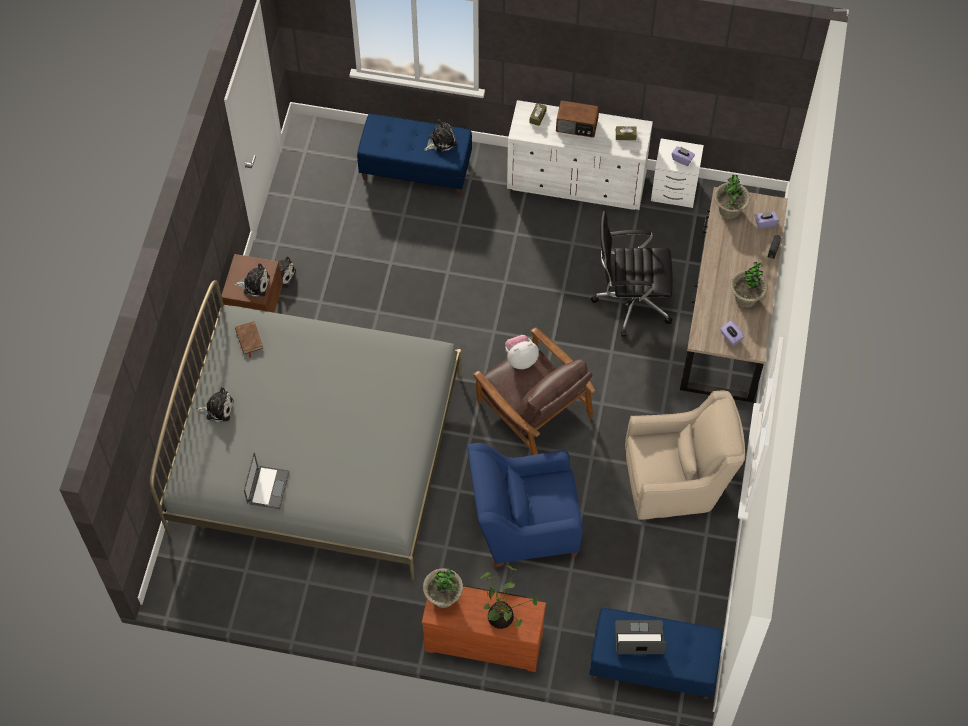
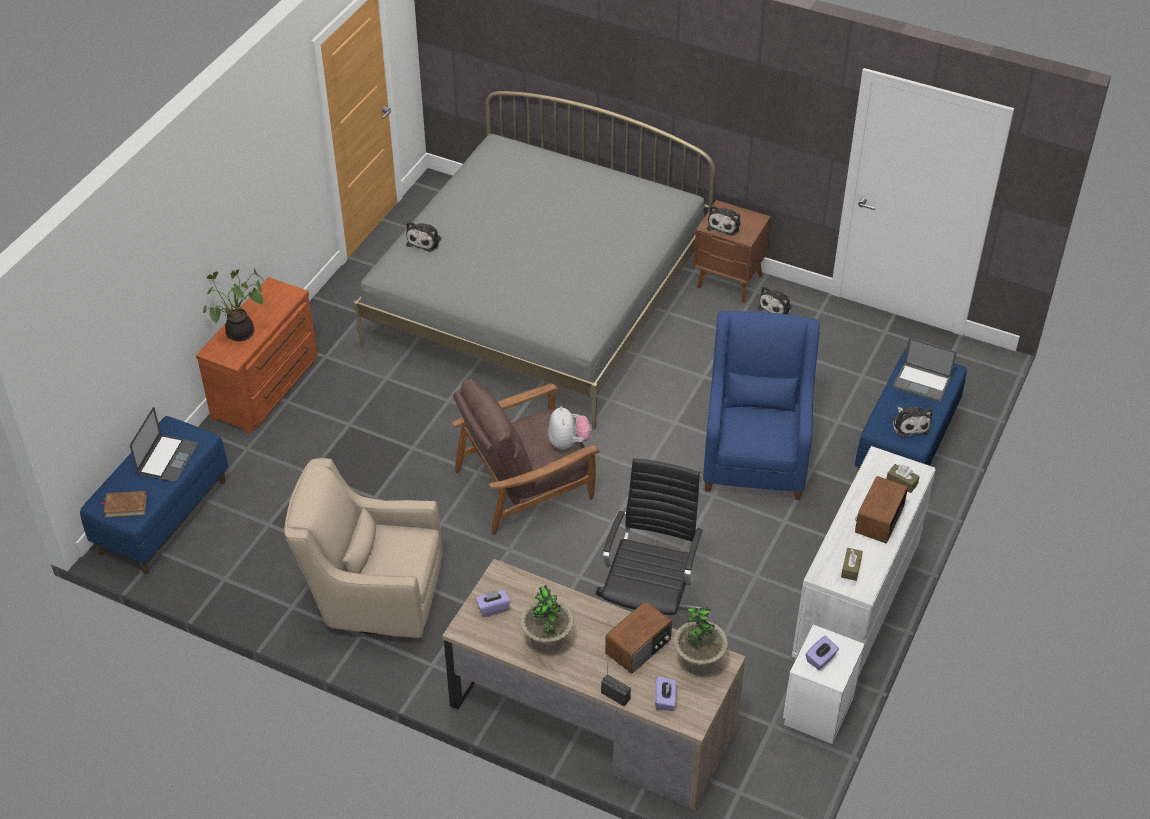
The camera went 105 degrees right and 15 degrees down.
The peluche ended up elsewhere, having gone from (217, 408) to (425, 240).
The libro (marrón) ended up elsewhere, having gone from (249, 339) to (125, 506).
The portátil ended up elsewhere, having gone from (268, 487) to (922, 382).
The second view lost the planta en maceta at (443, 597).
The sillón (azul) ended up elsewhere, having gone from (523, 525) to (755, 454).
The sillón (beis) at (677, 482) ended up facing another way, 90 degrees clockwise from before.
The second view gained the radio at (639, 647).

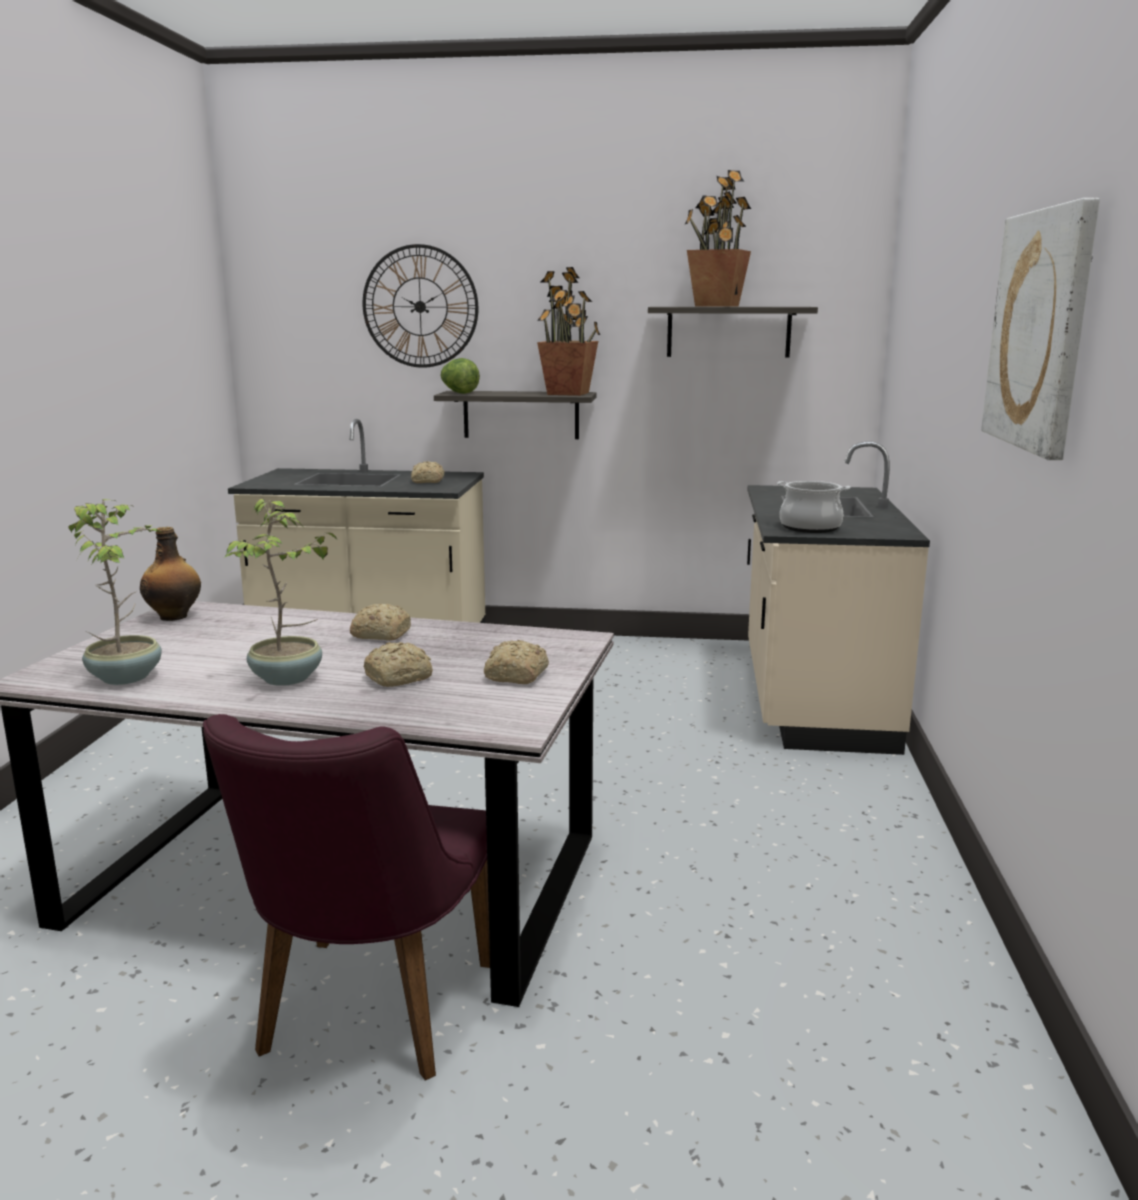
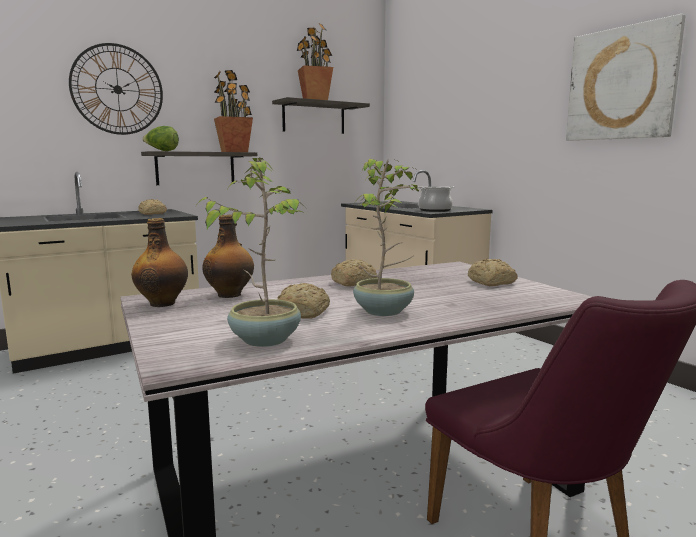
The camera went 40 degrees left and 5 degrees down.
The pan ended up elsewhere, having gone from (400, 677) to (304, 312).
The second view gained the botella at (230, 294).

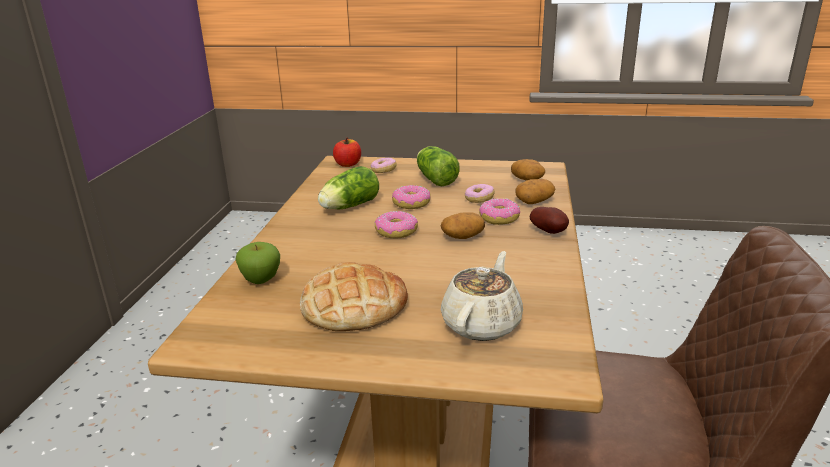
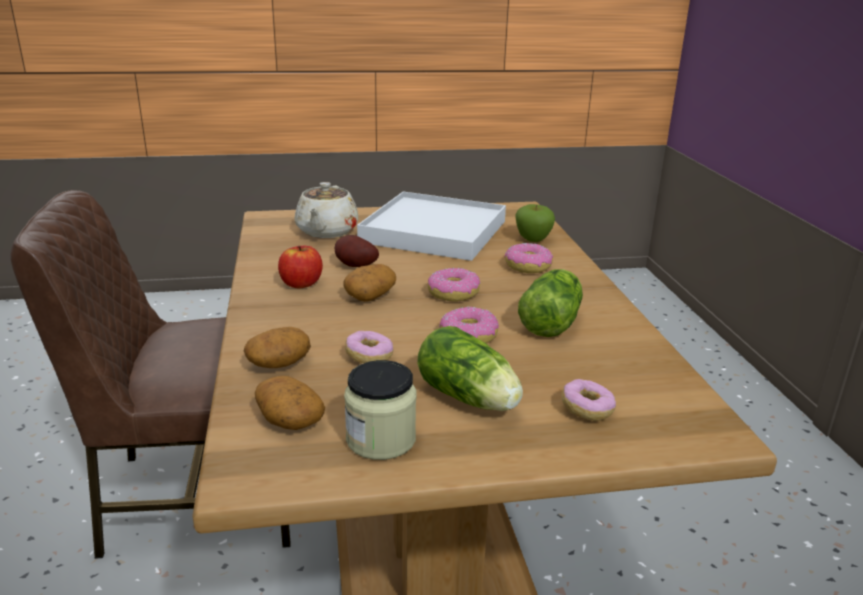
The camera went 160 degrees right and 0 degrees up.
Where the pan stood at (353, 306), the bandeja (blanco) came to stand at (434, 232).
The manzana ended up elsewhere, having gone from (348, 164) to (301, 284).
The rosquilla ended up elsewhere, having gone from (499, 218) to (528, 266).
The patata ended up elsewhere, having gone from (550, 232) to (354, 266).
The second view gained the tarro at (381, 439).

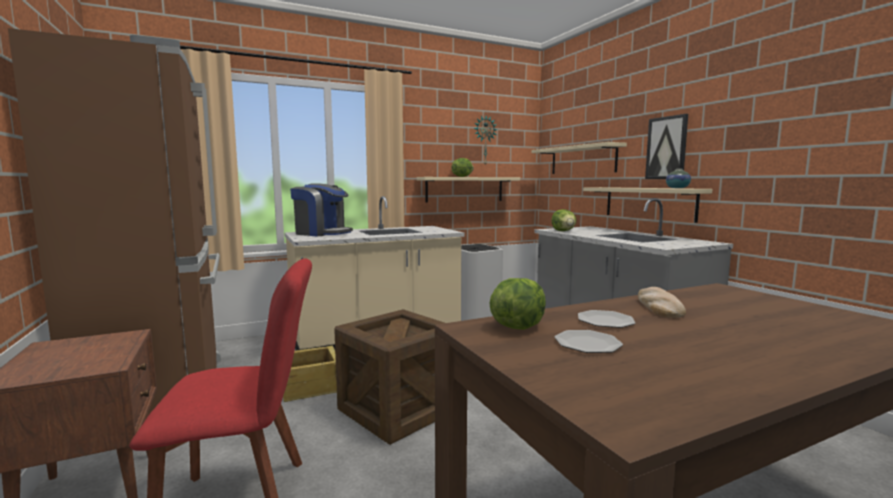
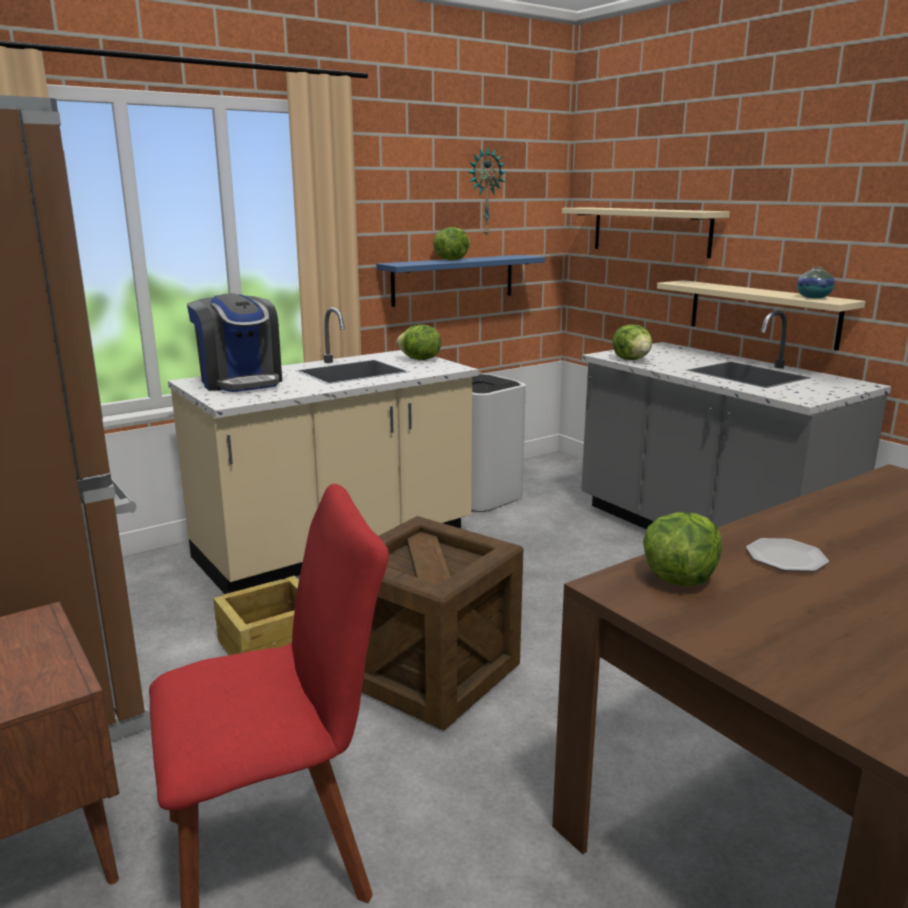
The camera went 10 degrees left and 10 degrees up.
The cafetera at (322, 233) ended up facing another way, 45 degrees clockwise from before.
What was the estante (beis) at (464, 189) turned into the estante (azul) at (453, 279).
The second view lost the plato at (587, 344).
The second view lost the pan at (658, 307).
The second view lost the cuadro at (667, 148).
The second view gained the lechuga at (419, 360).

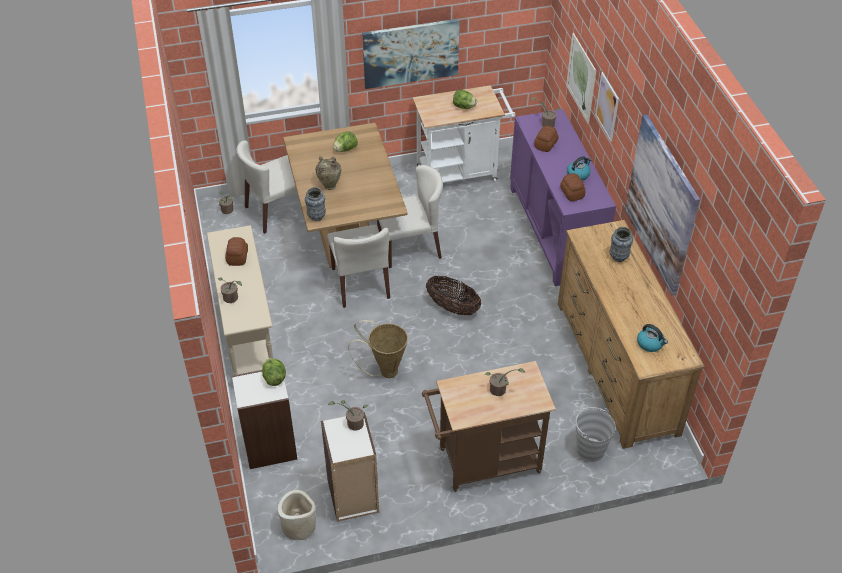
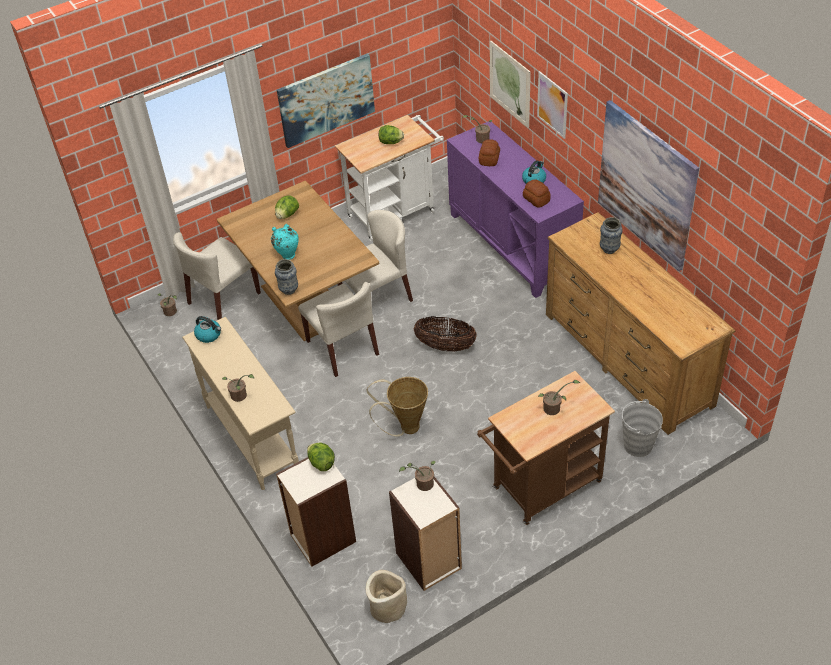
The camera went 15 degrees left and 0 degrees up.
The second view lost the pan at (237, 257).
What was the florero (beis) at (329, 185) turned into the florero (turquesa) at (287, 255).
The hervidor ended up elsewhere, having gone from (650, 344) to (209, 335).

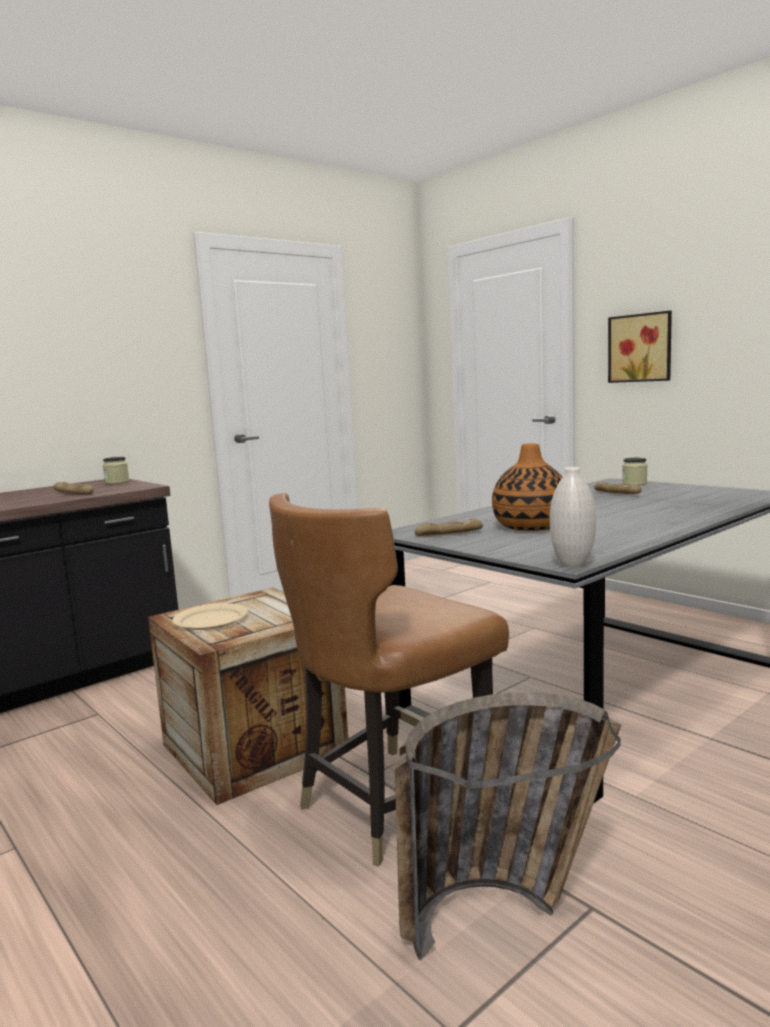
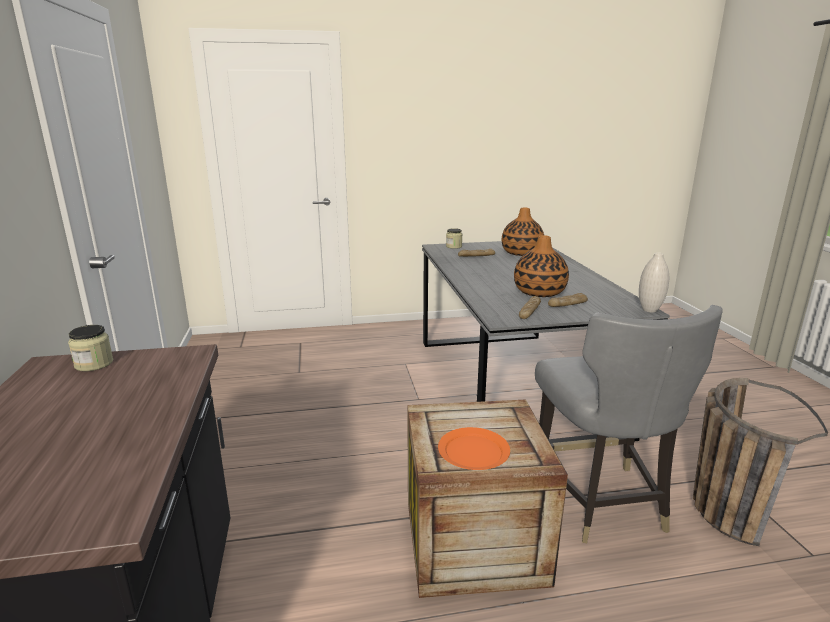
The camera went 60 degrees left and 10 degrees up.
The pan ended up elsewhere, having gone from (74, 493) to (567, 305).
What was the plato (beis) at (210, 620) turned into the plato (naranja) at (473, 452).
What was the silla (marrón) at (392, 803) turned into the silla (gris) at (600, 502).
The second view lost the cuadro at (641, 348).
The second view gained the florero at (521, 253).

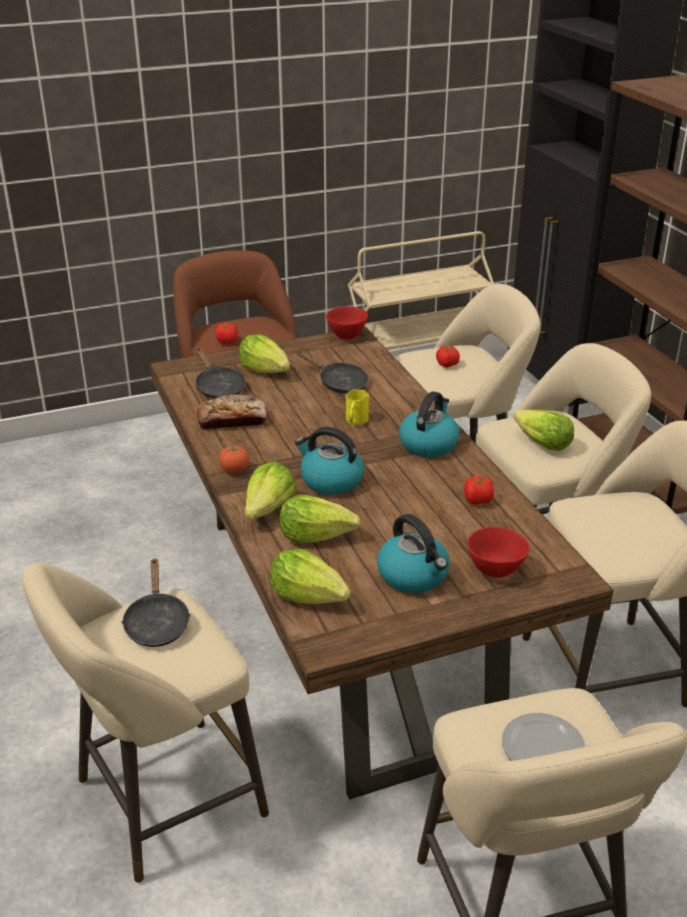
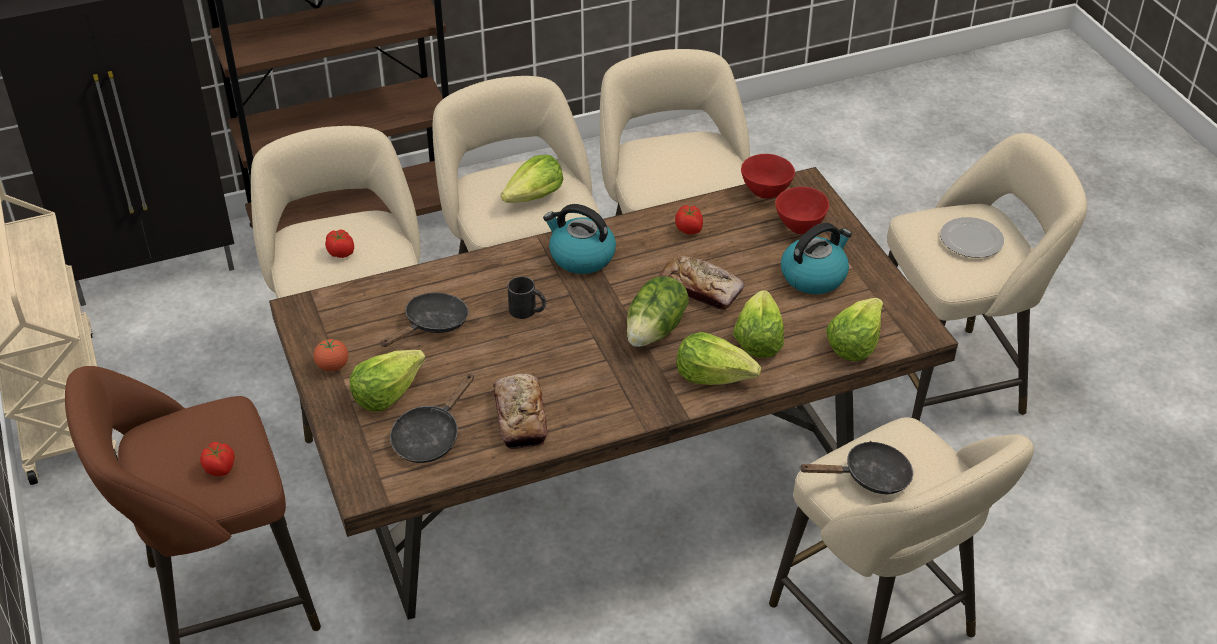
The camera went 90 degrees left and 10 degrees up.
The sartén (negro) at (218, 387) ended up facing another way, 150 degrees clockwise from before.
The tomate ended up elsewhere, having gone from (234, 470) to (332, 366).
Where the hervidor stood at (330, 480), the lechuga came to stand at (656, 330).
The cuenco (rojo) ended up elsewhere, having gone from (347, 336) to (766, 193).
What was the taza grande (amarillo) at (355, 421) turned into the taza grande (negro) at (528, 311).
The second view gained the pan at (701, 289).

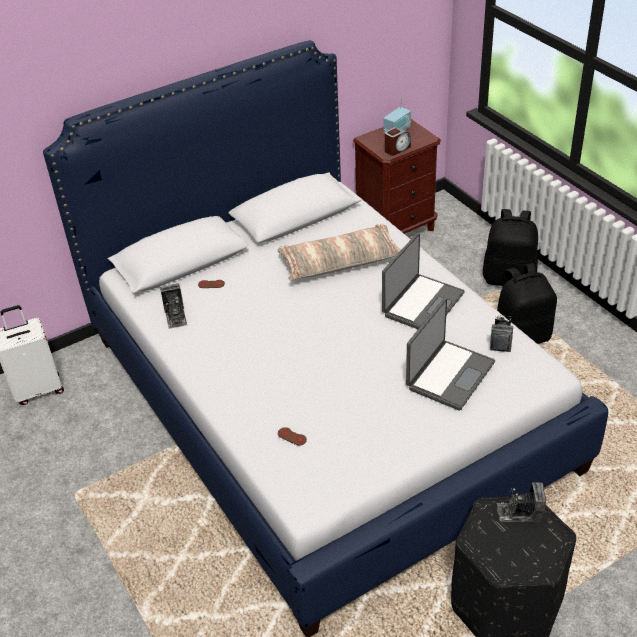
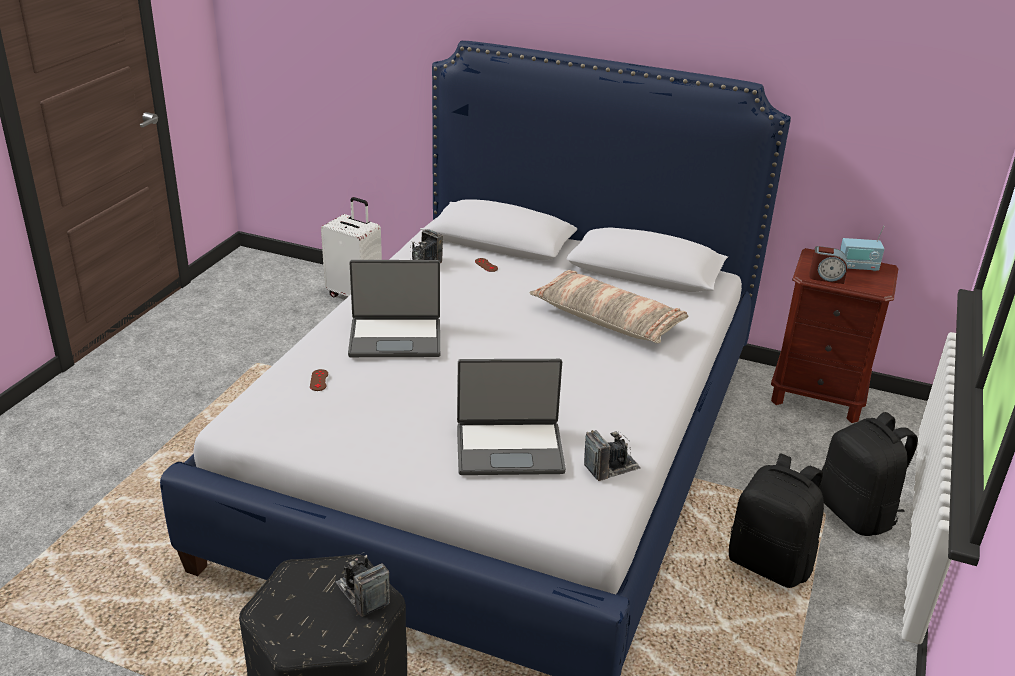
The camera went 50 degrees right and 10 degrees down.
The portátil ended up elsewhere, having gone from (422, 304) to (395, 338).

